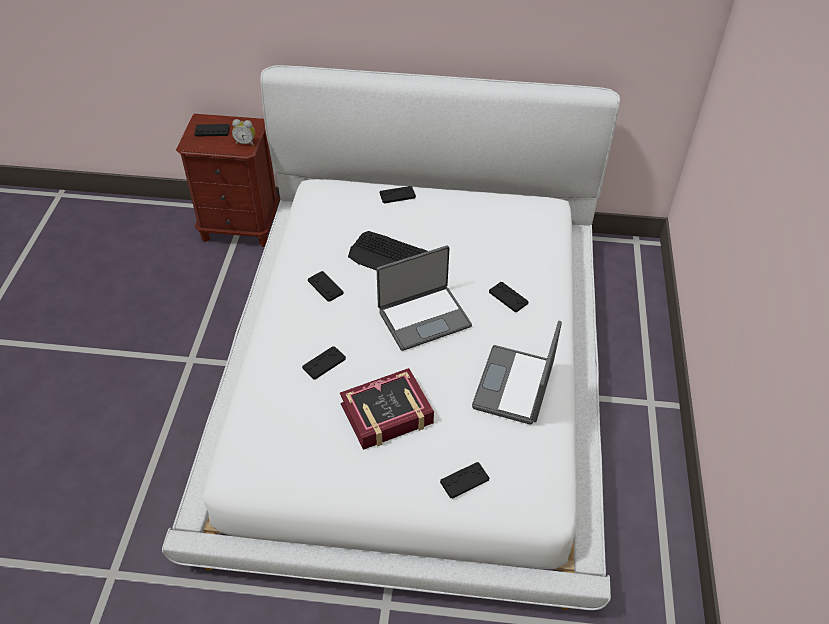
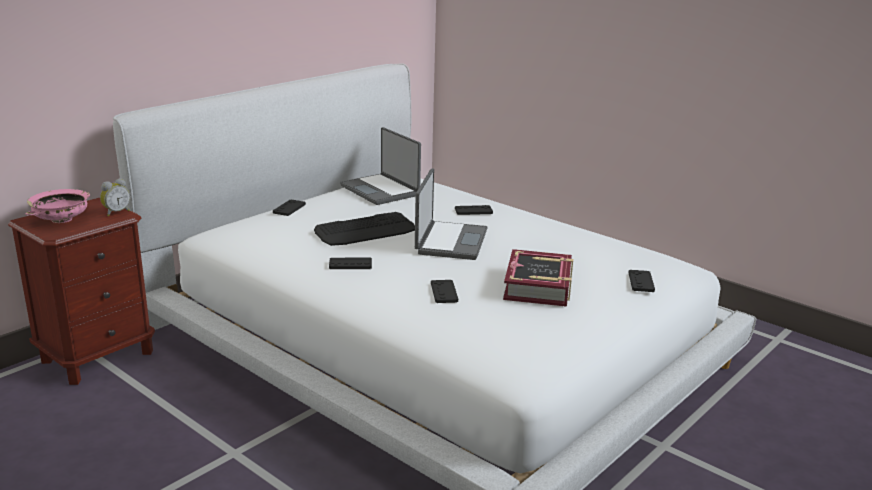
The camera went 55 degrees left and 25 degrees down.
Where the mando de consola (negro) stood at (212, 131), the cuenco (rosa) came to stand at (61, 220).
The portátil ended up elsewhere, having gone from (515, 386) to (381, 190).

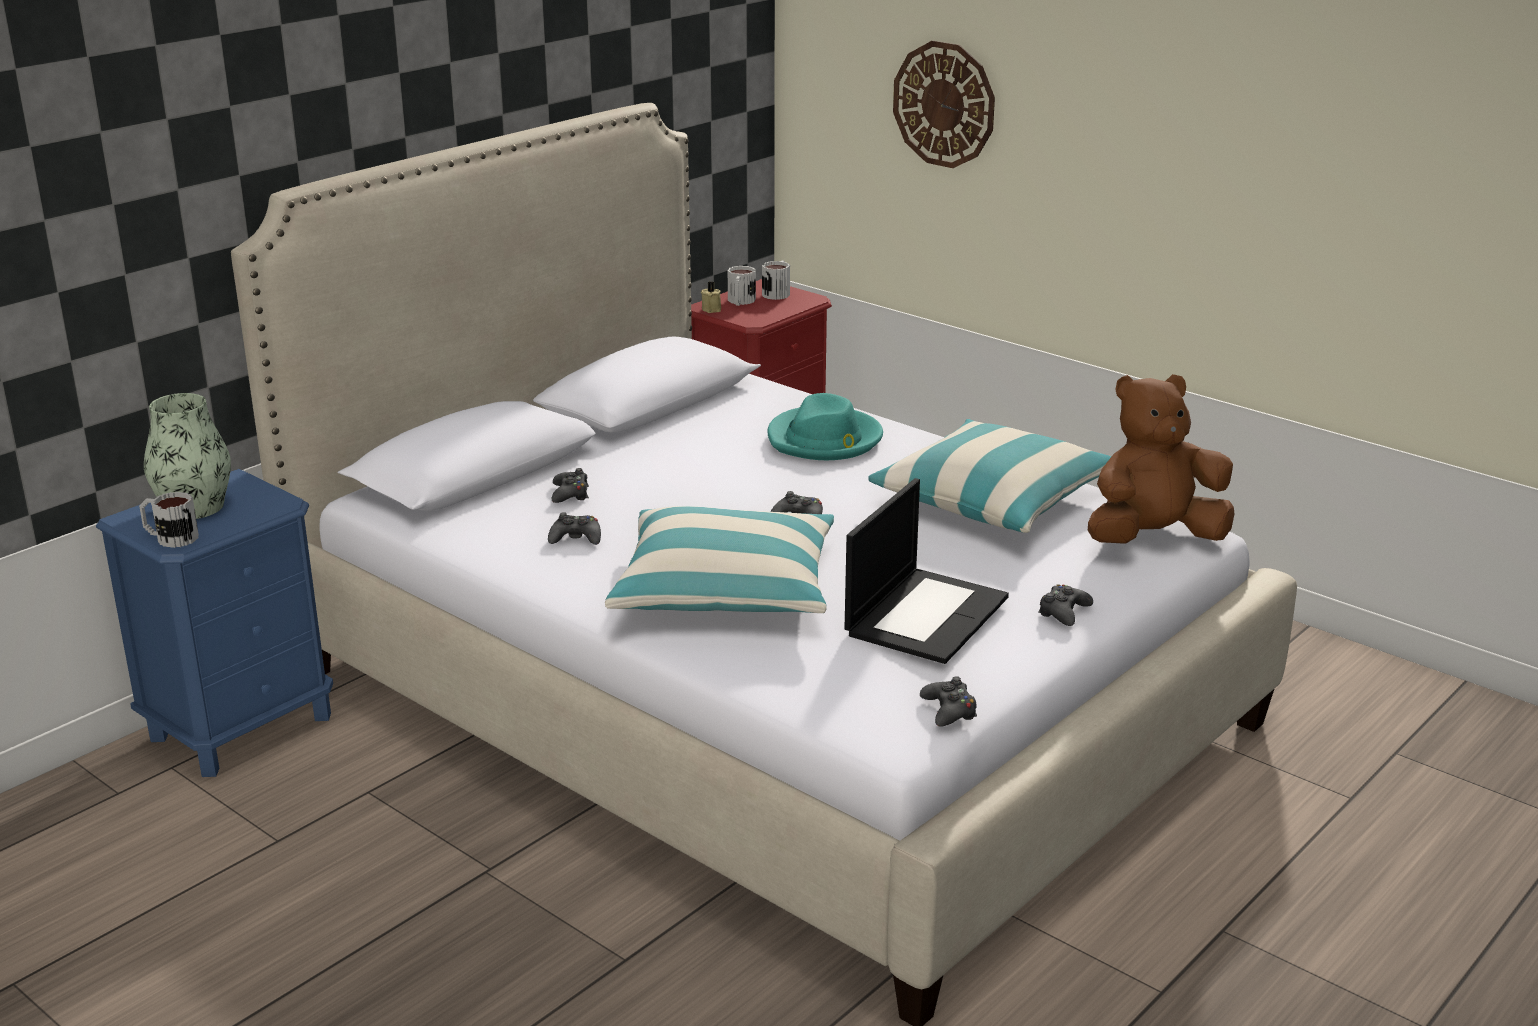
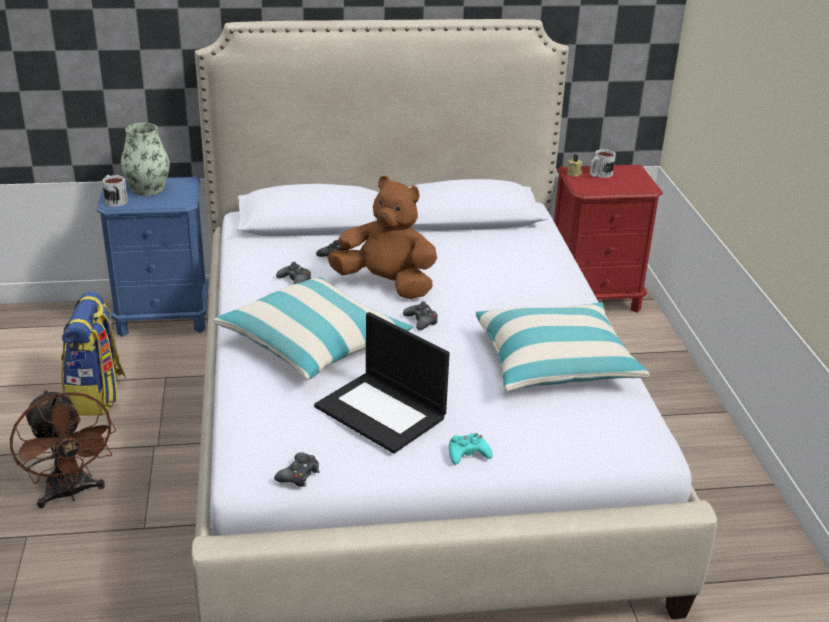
The camera went 40 degrees right and 5 degrees up.
The second view lost the taza grande at (778, 293).
The second view lost the sombrero (turquesa) at (825, 439).
The portátil at (926, 614) ended up facing another way, 60 degrees clockwise from before.
The second view lost the reloj de pared at (944, 104).
What was the mando de consola (negro) at (1063, 612) turned into the mando de consola (turquesa) at (467, 454).
The peluche (marrón) ended up elsewhere, having gone from (1153, 538) to (386, 284).
The second view gained the ventilador (marrón) at (70, 493).
The second view gained the mochila at (97, 396).

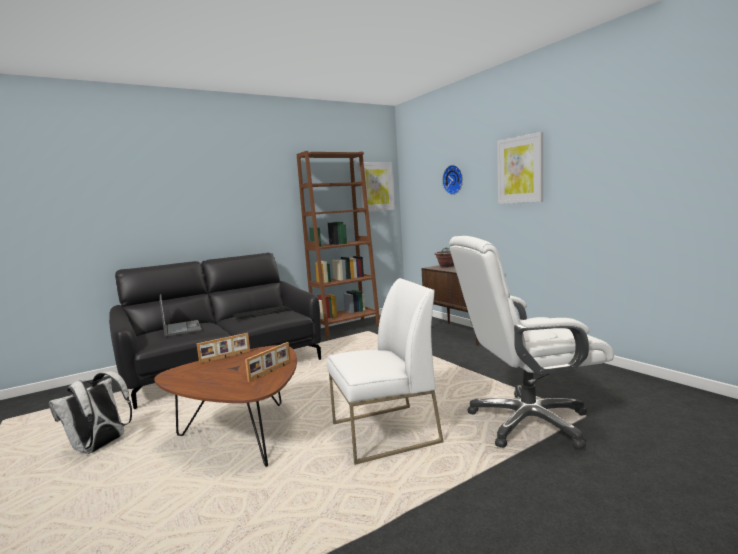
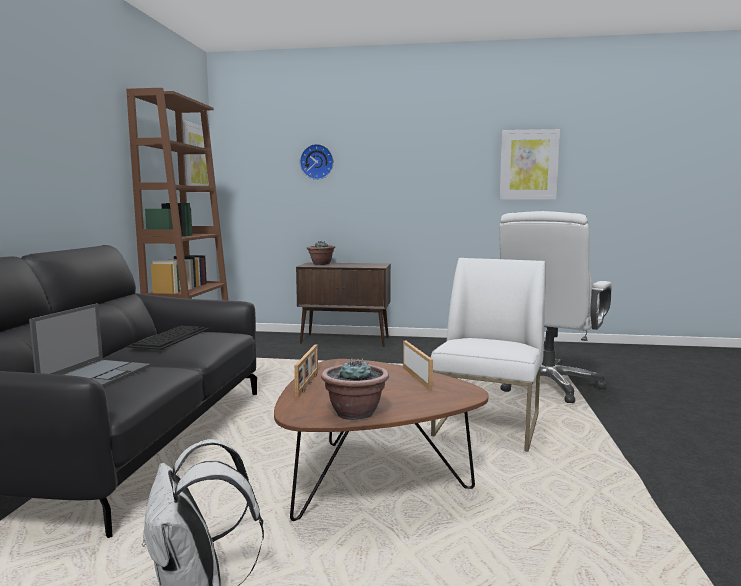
The camera went 50 degrees left and 0 degrees up.
The portátil at (182, 328) ended up facing another way, 90 degrees clockwise from before.
The cuadro ended up elsewhere, having gone from (520, 170) to (528, 165).
The second view gained the planta en maceta at (354, 413).

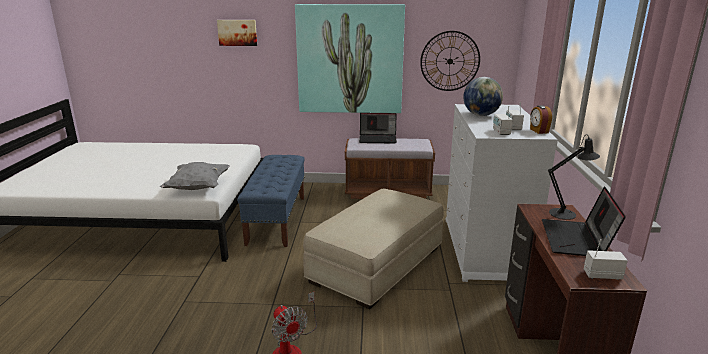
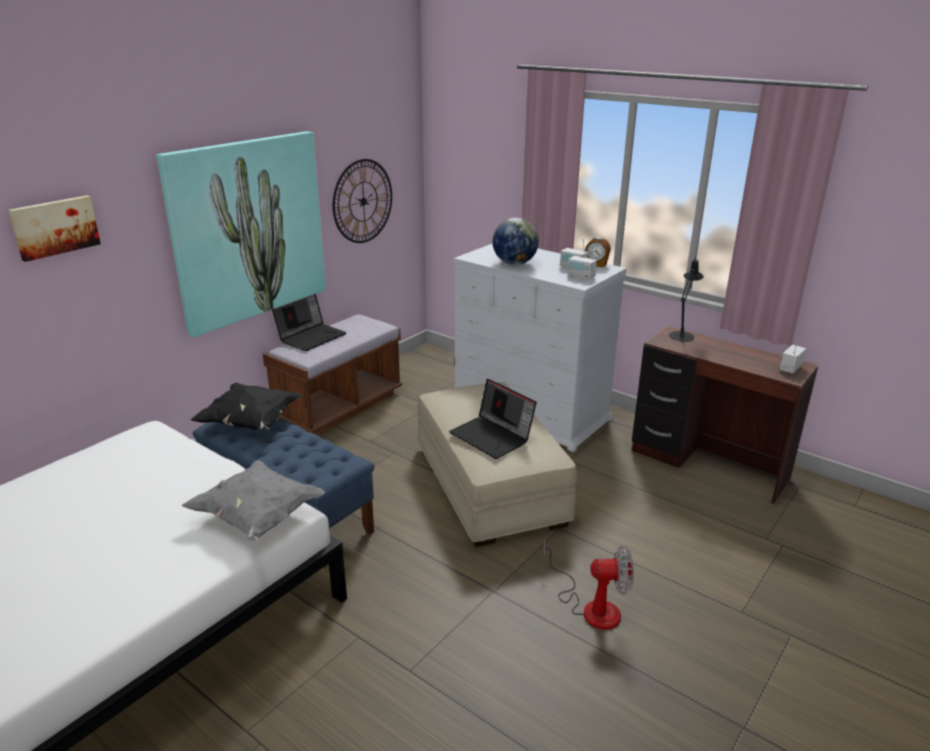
The camera went 55 degrees left and 5 degrees up.
The portátil ended up elsewhere, having gone from (577, 240) to (492, 437).
The second view gained the cojín (negro) at (251, 422).

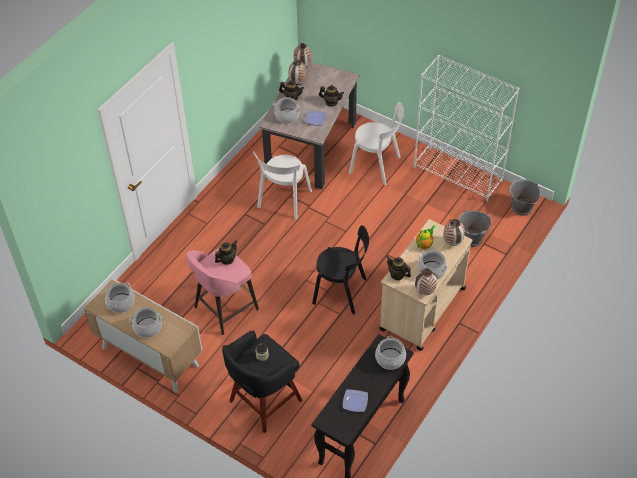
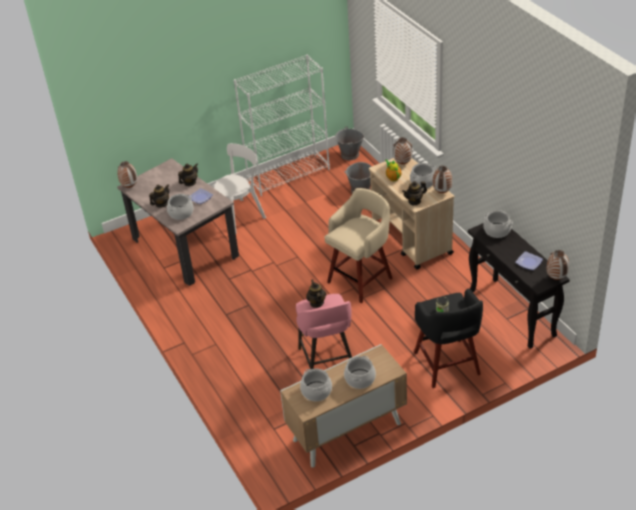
The camera went 60 degrees left and 10 degrees down.
The second view lost the silla (blanco) at (283, 201).
The florero ended up elsewhere, having gone from (298, 84) to (556, 278).
Where the silla (negro) stood at (342, 291), the taburete (beis) came to stand at (361, 279).

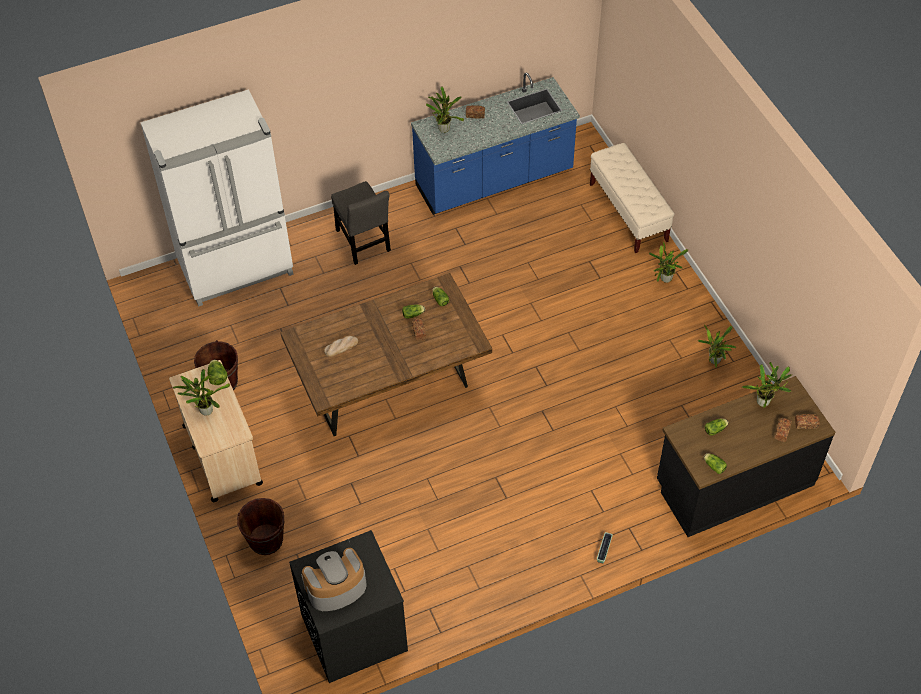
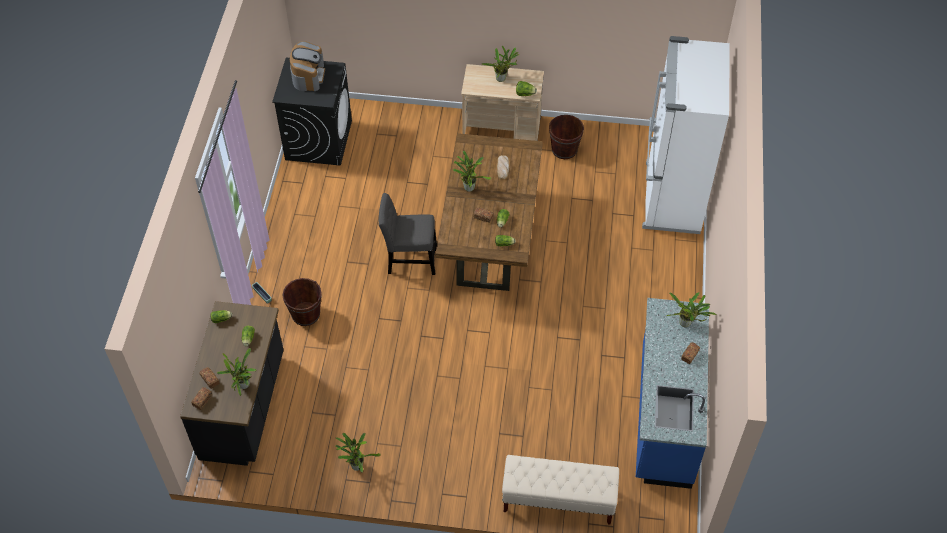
The camera went 120 degrees right and 0 degrees up.
The cubo (marrón) ended up elsewhere, having gone from (266, 540) to (306, 314).
The silla (gris) ended up elsewhere, having gone from (363, 243) to (409, 260).
The planta en maceta ended up elsewhere, having gone from (664, 280) to (469, 187).

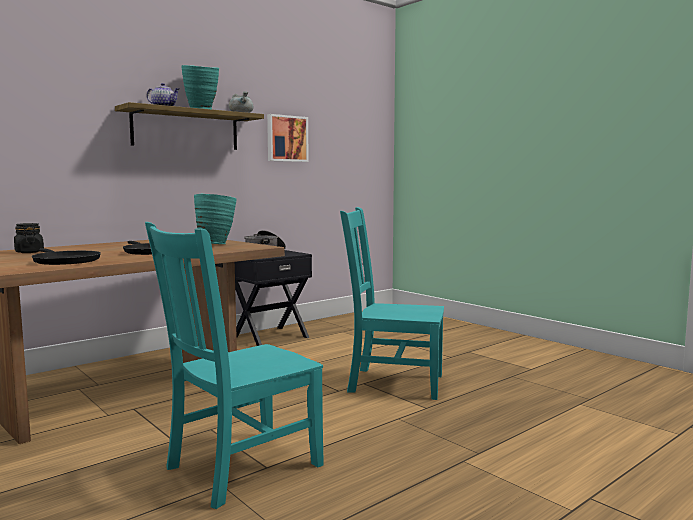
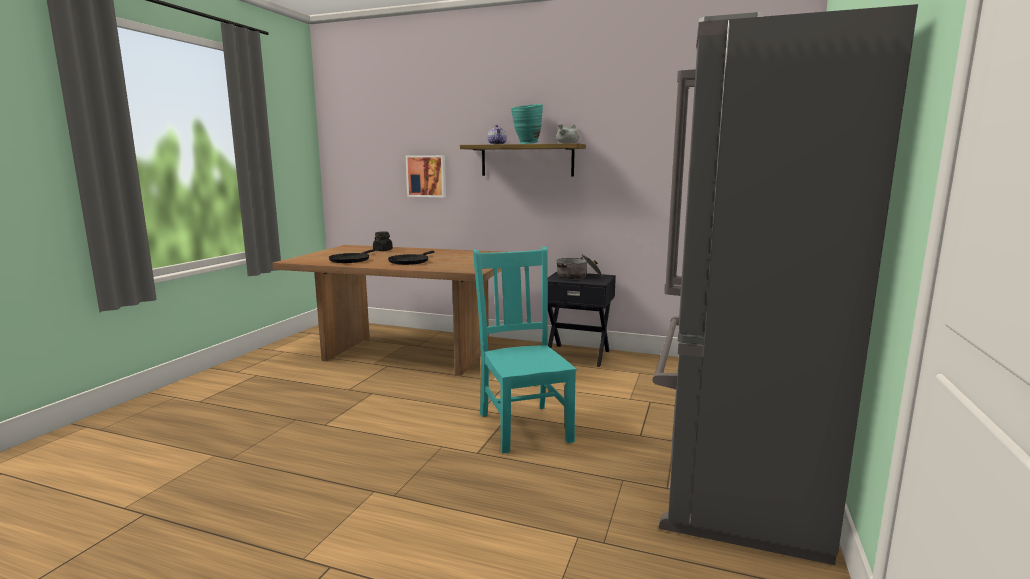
The camera went 60 degrees right and 5 degrees up.
The second view lost the silla (turquesa) at (239, 468).
The second view lost the florero (turquesa) at (216, 244).
The cuadro ended up elsewhere, having gone from (286, 138) to (427, 176).
The second view gained the nevera (gris) at (733, 480).

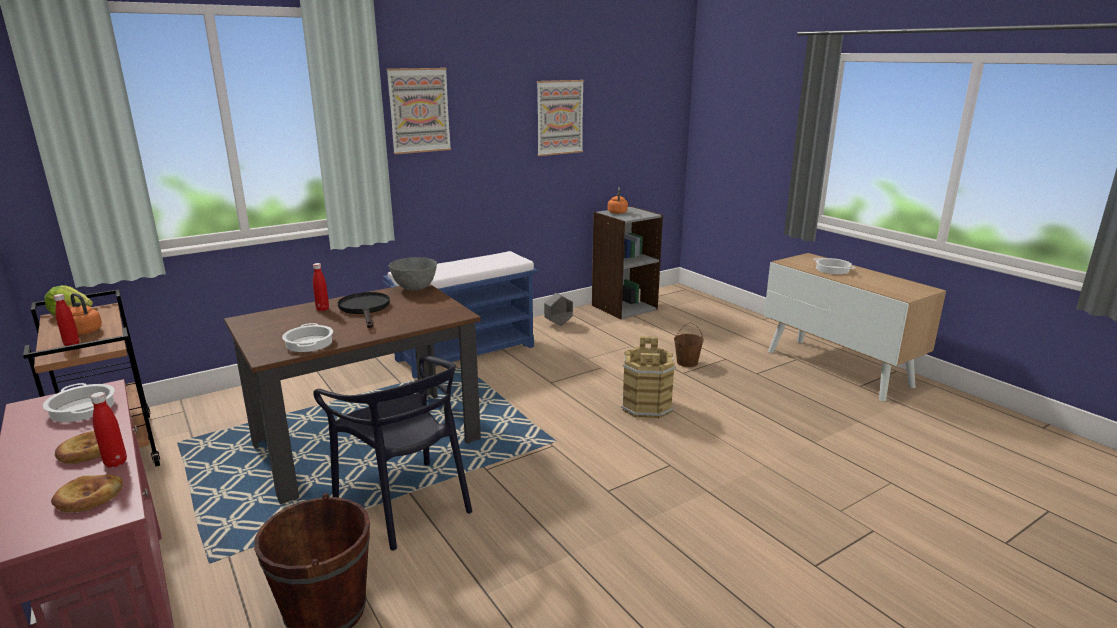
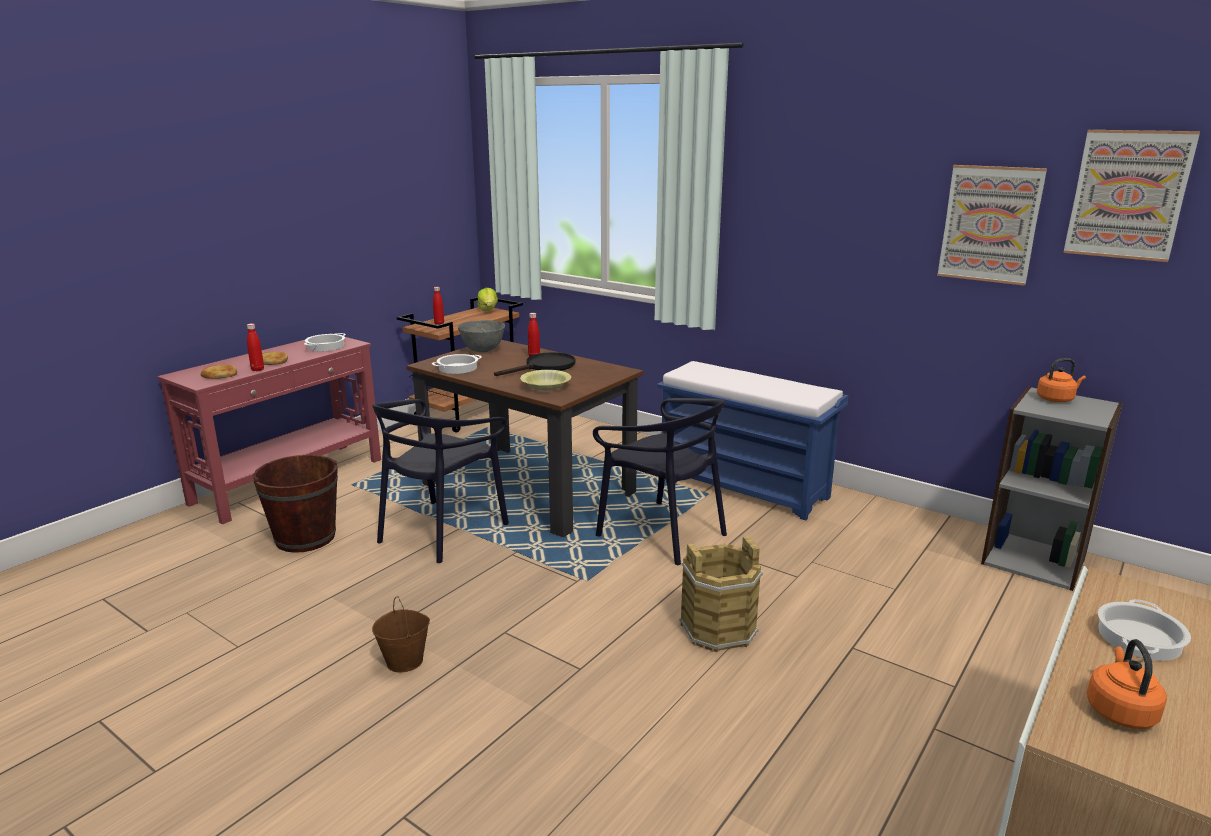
The camera went 70 degrees right and 0 degrees up.
The hervidor (naranja) ended up elsewhere, having gone from (83, 331) to (1119, 710).
The cuadro ended up elsewhere, having gone from (419, 110) to (1128, 195).
The cuenco (gris) ended up elsewhere, having gone from (415, 288) to (483, 350).
The second view lost the maceta (gris) at (558, 324).
The cubo (marrón) ended up elsewhere, having gone from (687, 362) to (405, 661).
The second view gained the cuenco (amarillo) at (546, 386).
The second view gained the silla (negro) at (662, 533).

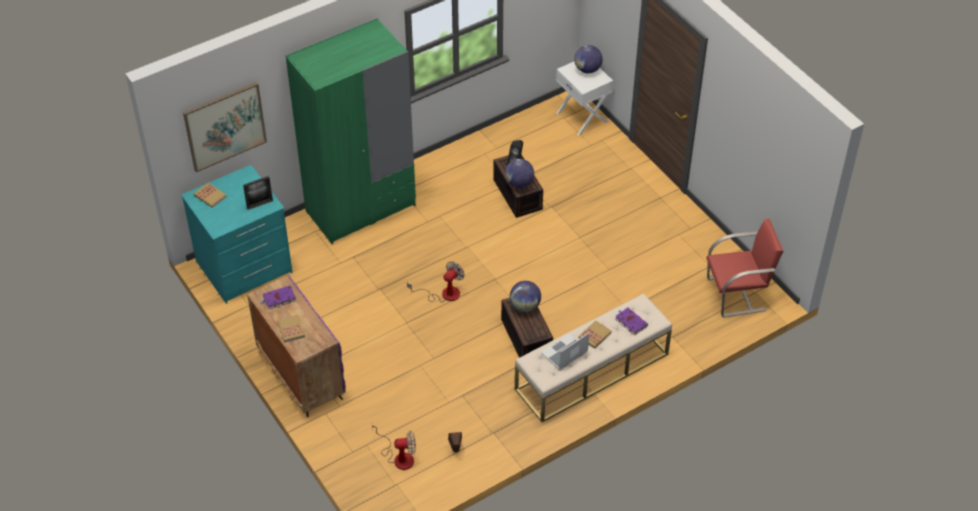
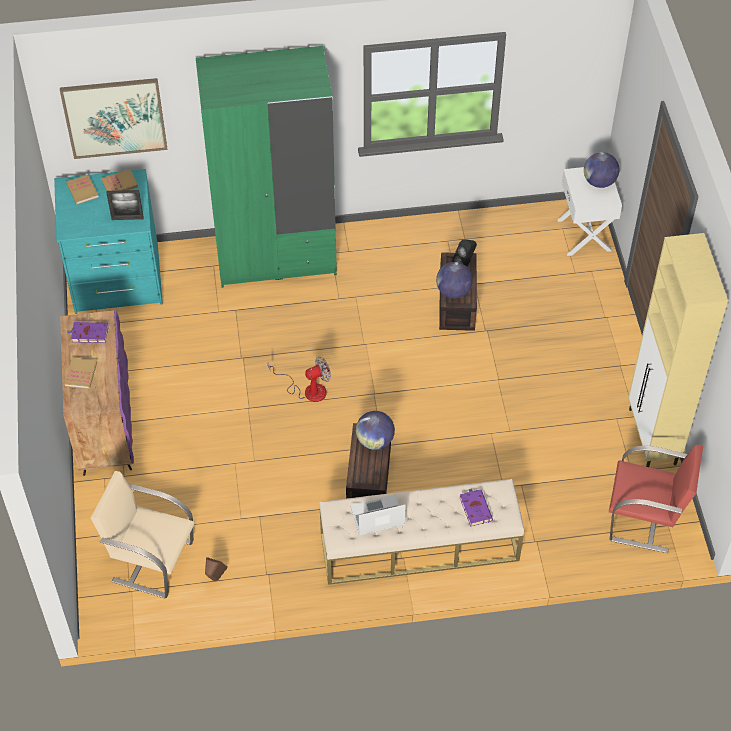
The camera went 25 degrees right and 5 degrees up.
Where the ventilador stood at (399, 457), the silla (beis) came to stand at (151, 560).
The libro ended up elsewhere, having gone from (595, 335) to (119, 184).
The second view gained the armario (beis) at (652, 437).

